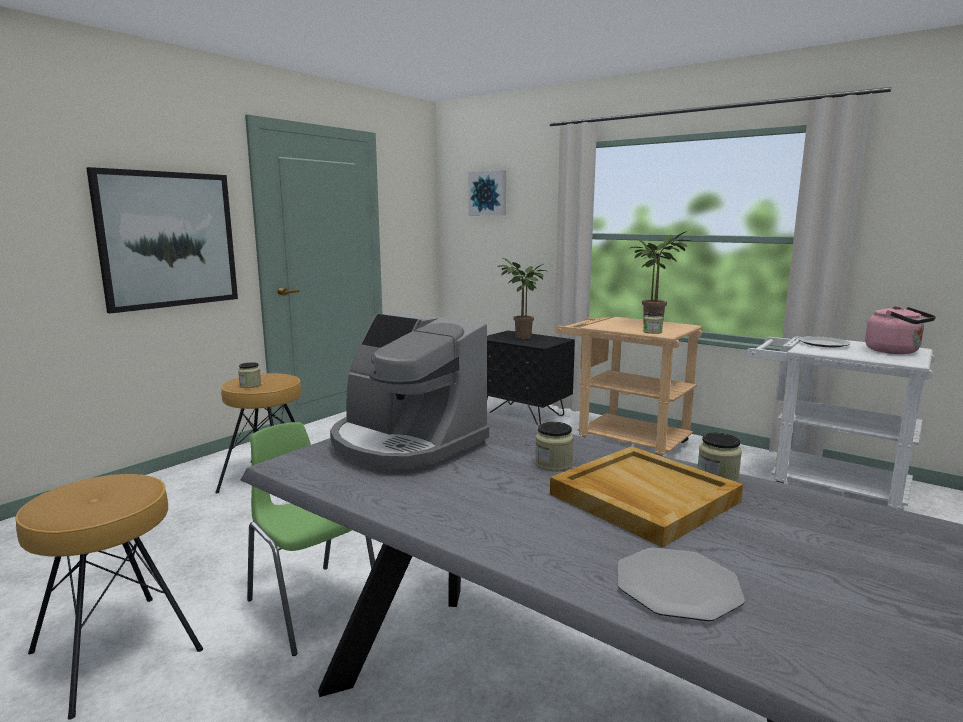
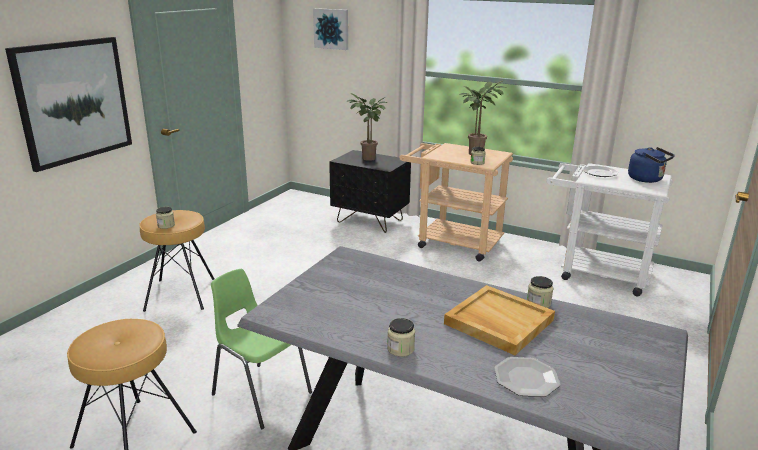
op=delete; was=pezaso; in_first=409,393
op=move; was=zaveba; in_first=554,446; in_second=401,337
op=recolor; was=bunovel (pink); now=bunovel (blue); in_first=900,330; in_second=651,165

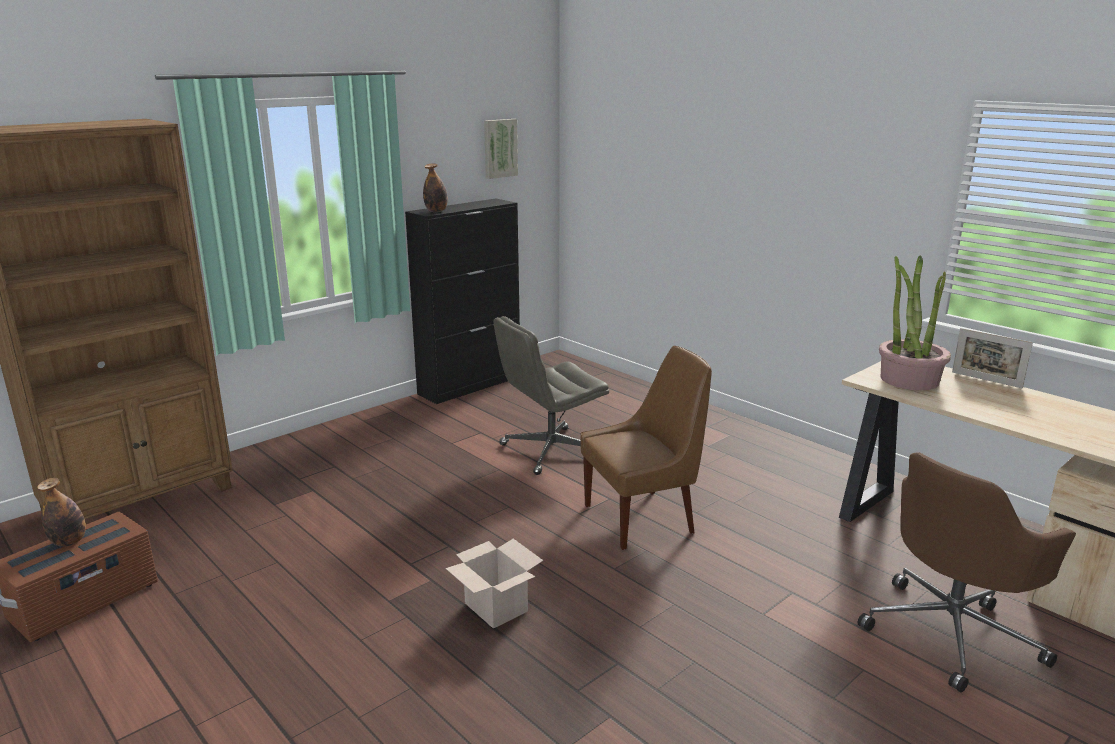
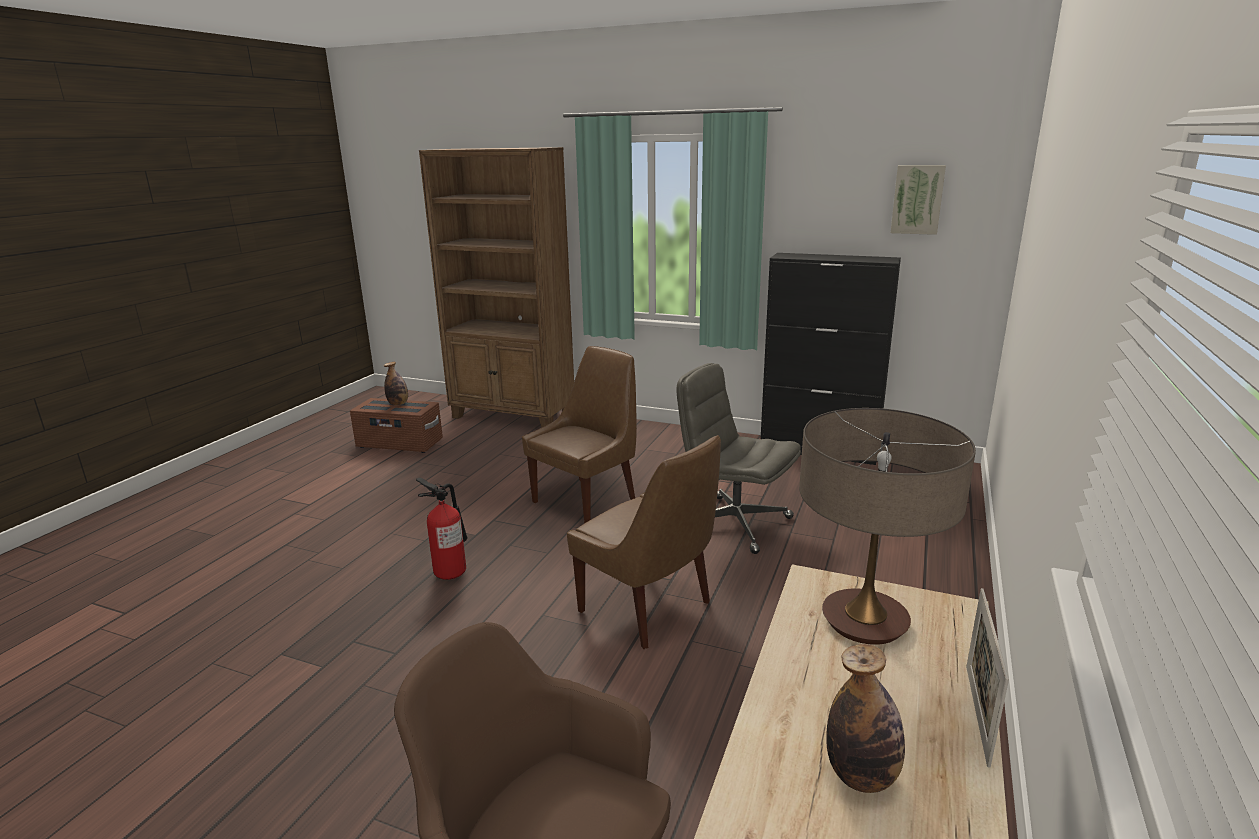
op=move; was=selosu; in_first=435,188; in_second=865,718
op=replace; was=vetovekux; now=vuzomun; in_first=494,584; in_second=442,529
op=replace; was=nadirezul; now=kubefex; in_first=915,322; in_second=887,526
op=insert; now=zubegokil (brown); in_second=579,435

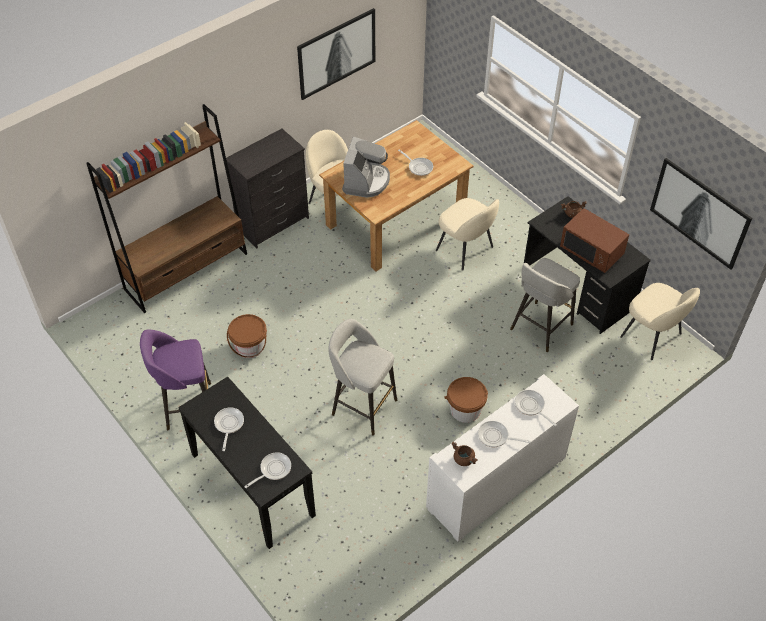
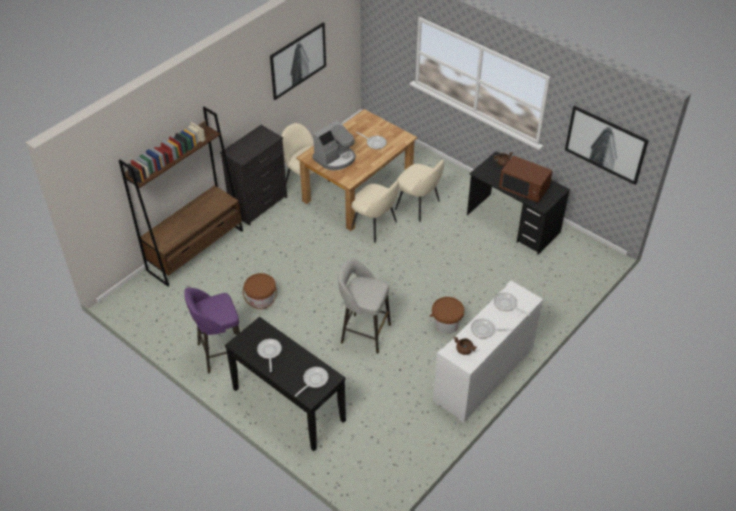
op=rotate; was=pezaso; in_first=366,167; in_second=334,145; clockwise=45
op=delete; was=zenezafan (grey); in_first=545,305
op=move; was=zubegokil (beige); in_first=660,321; in_second=375,211

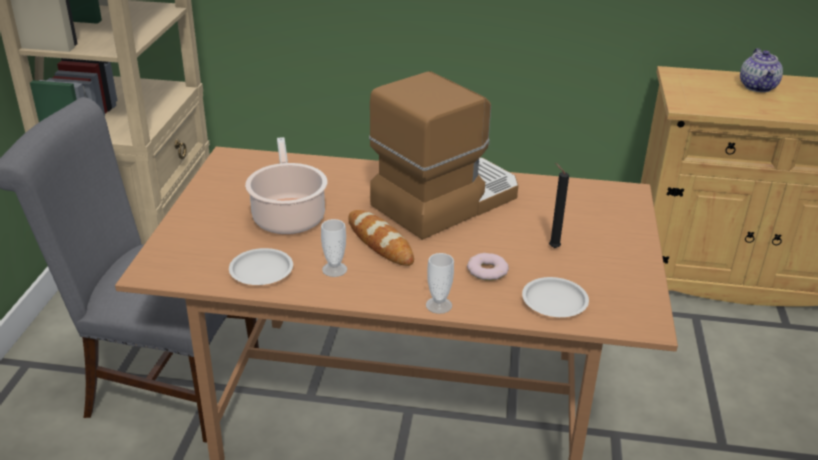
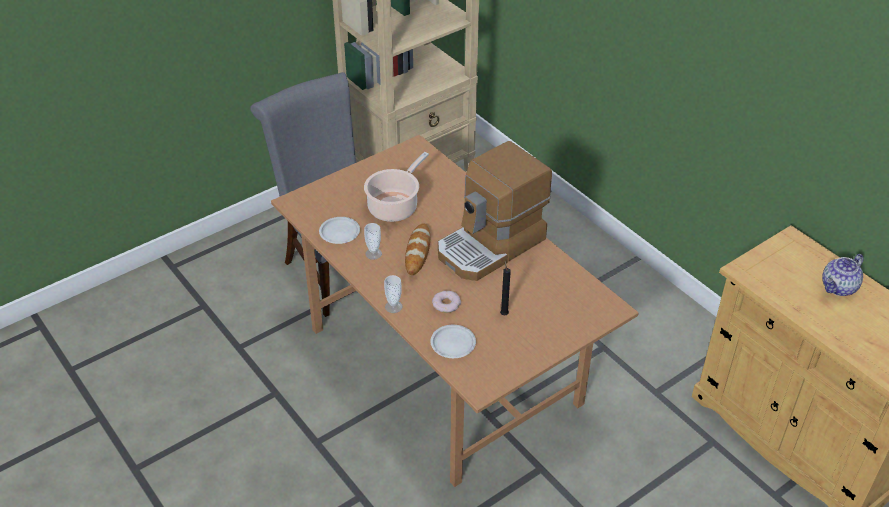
op=rotate; was=pezaso; in_first=443,155; in_second=495,211; clockwise=135

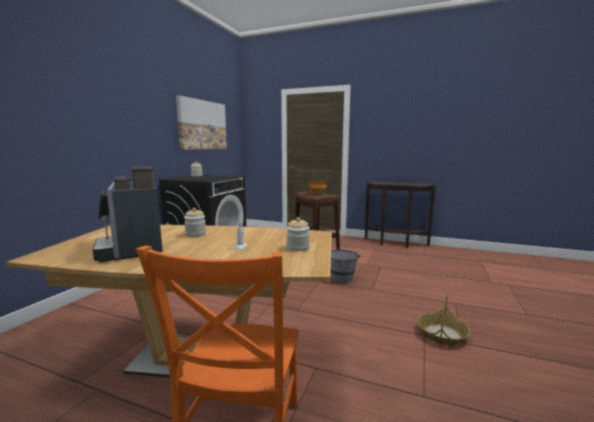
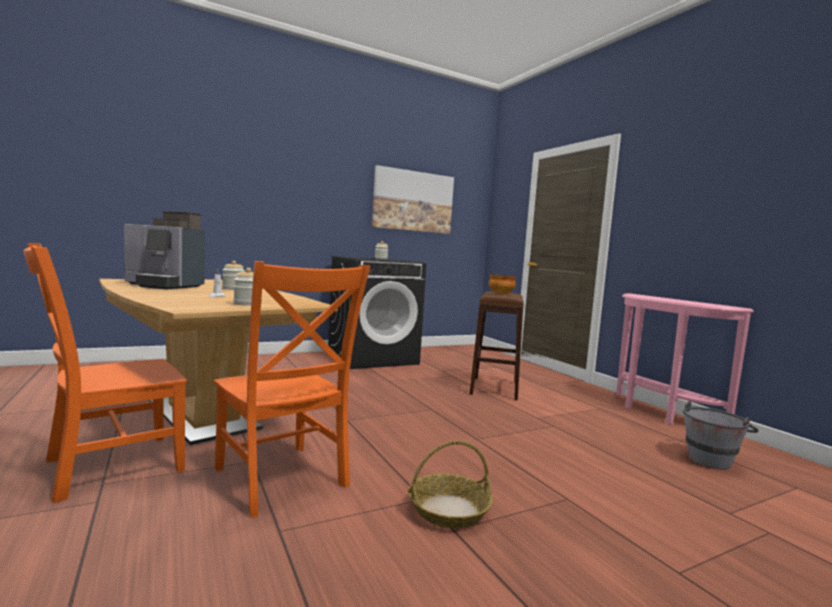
op=rotate; was=pezaso; in_first=127,214; in_second=164,250; clockwise=-90
op=move; was=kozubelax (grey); in_first=346,266; in_second=721,435
op=recolor; was=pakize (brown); now=pakize (pink); in_first=400,214; in_second=685,359
op=insert; now=zubegokil (orange); in_second=292,389

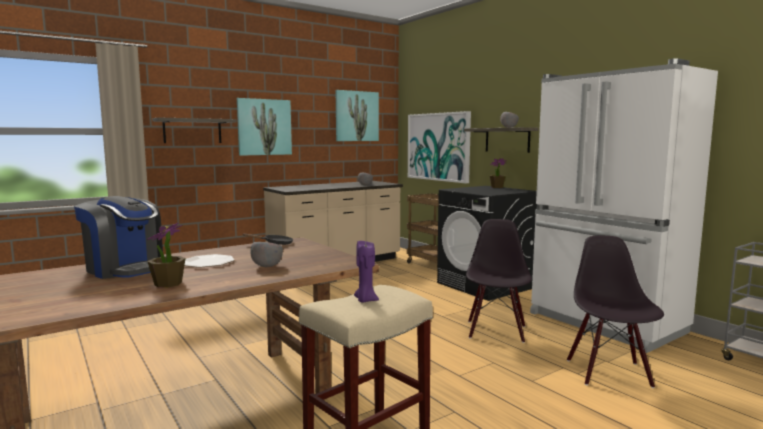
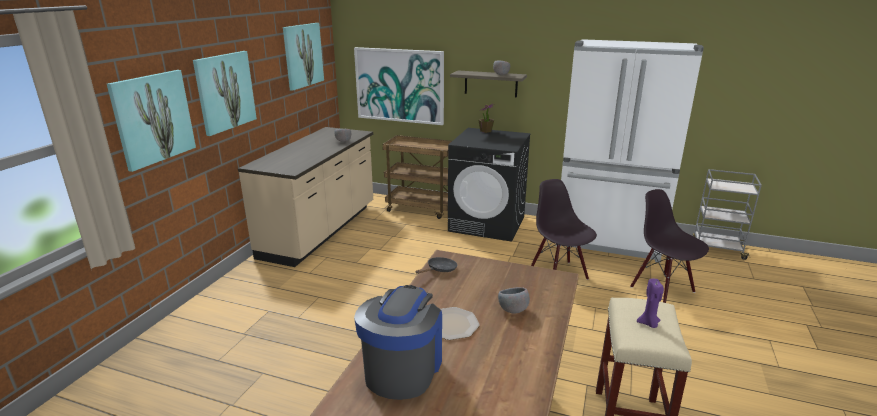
op=rotate; was=pezaso; in_first=118,237; in_second=398,342; clockwise=-75
op=delete; was=nadirezul; in_first=166,255
op=replace; was=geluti; now=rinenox; in_first=194,130; in_second=151,121

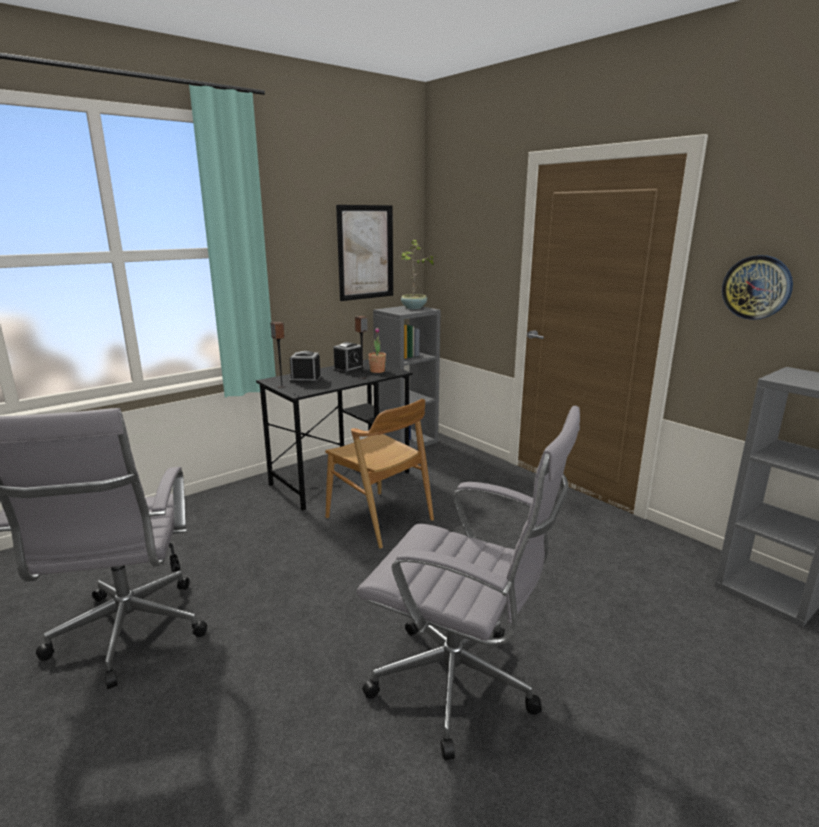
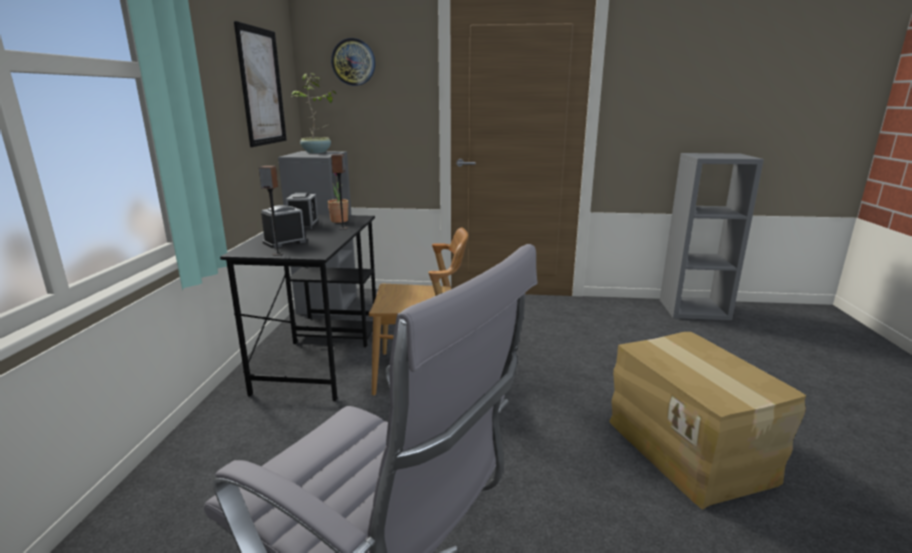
op=replace; was=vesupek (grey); now=vetovekux; in_first=468,583; in_second=707,421
op=move; was=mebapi; in_first=757,287; in_second=353,62

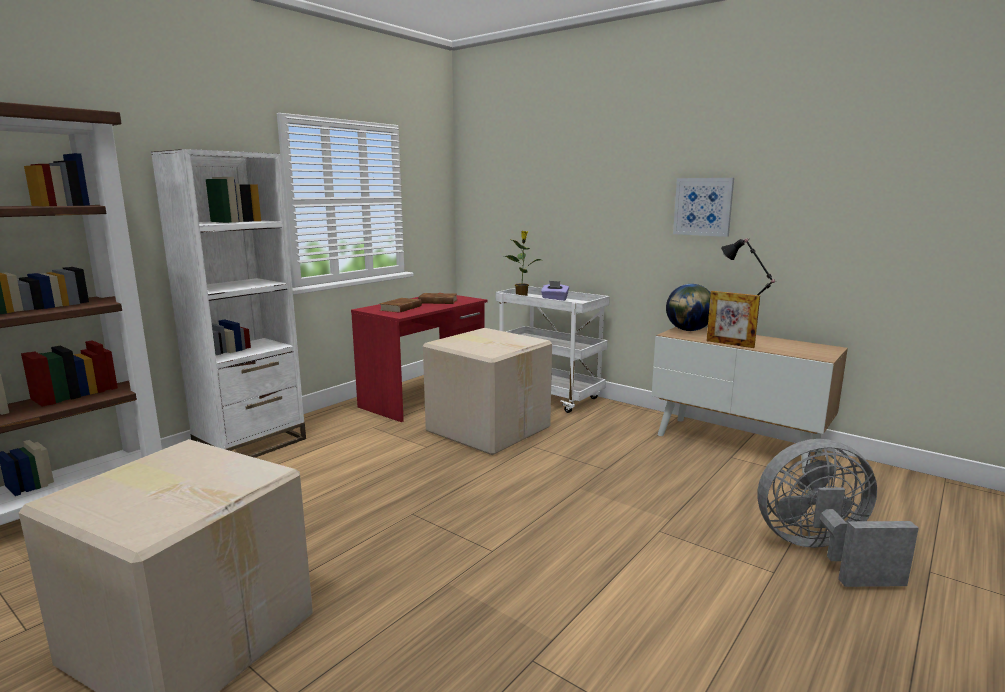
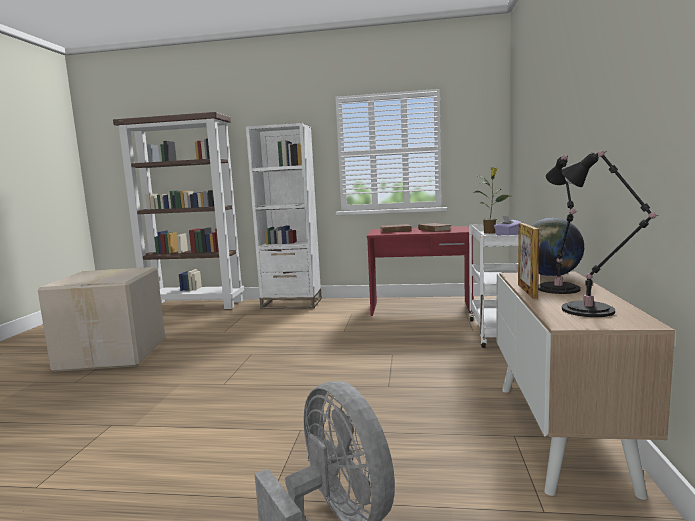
op=delete; was=vetovekux; in_first=487,391
op=delete; was=rinenox; in_first=703,207
op=insert; now=kubefex (black); in_second=610,234

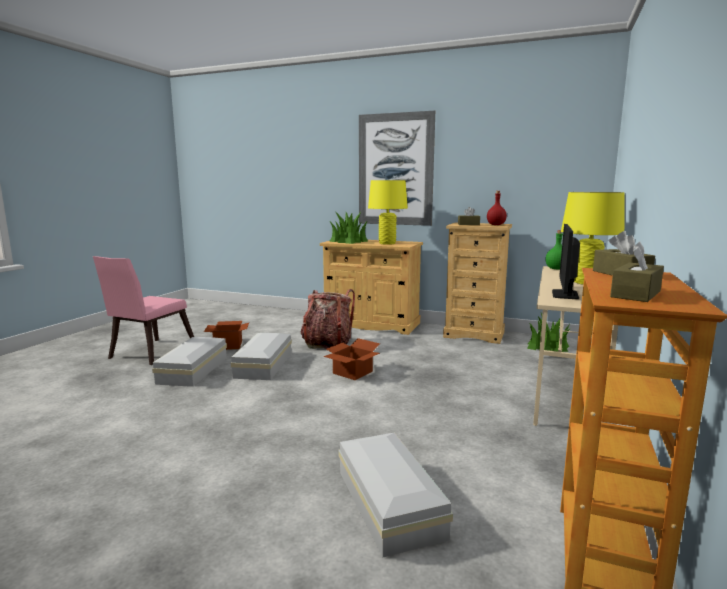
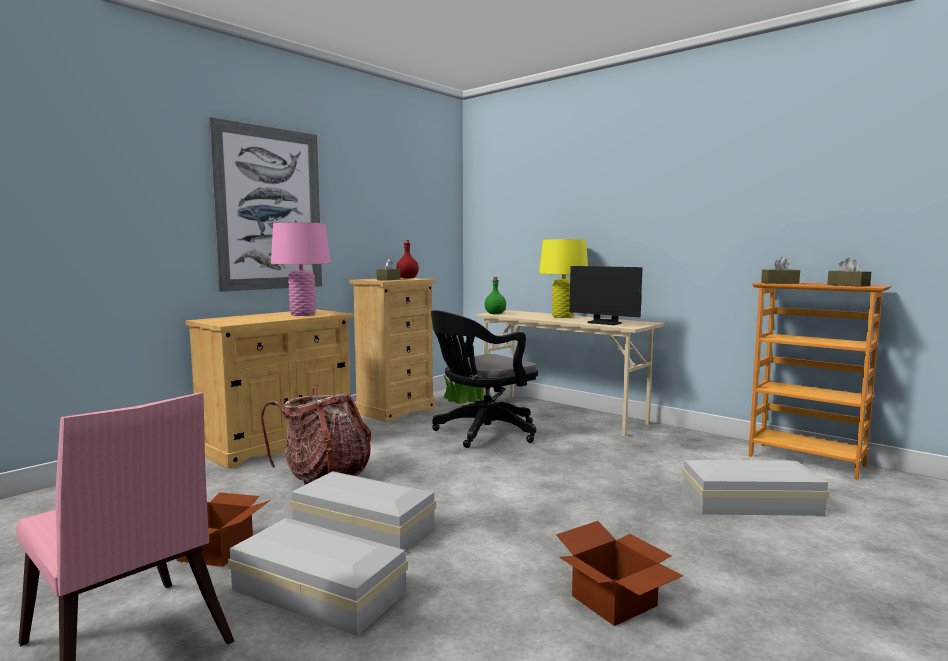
op=move; was=vetovekux; in_first=351,359; in_second=620,573
op=delete; was=nadirezul; in_first=348,228
op=recolor; was=kubefex (yellow); now=kubefex (pink); in_first=388,212; in_second=301,269
op=insert; now=vesupek (black); in_second=484,379

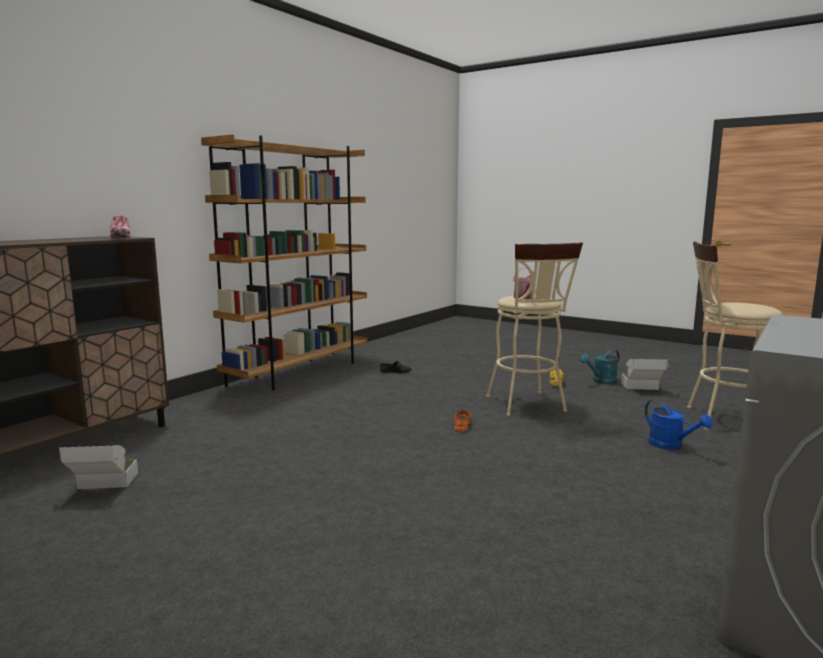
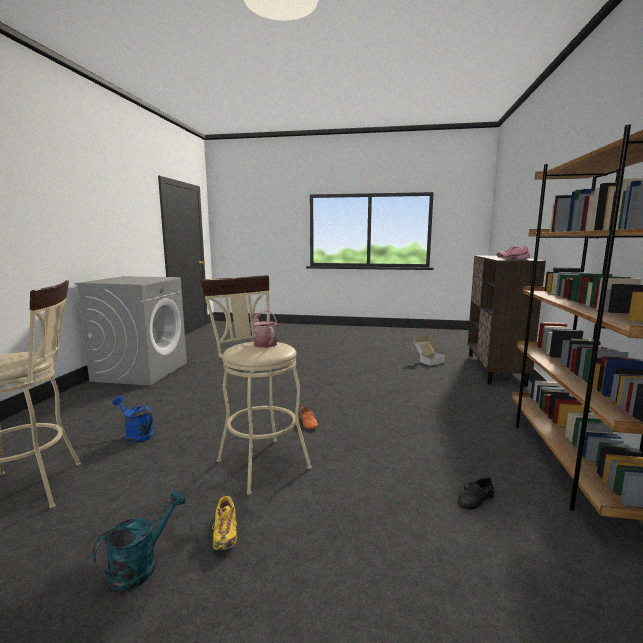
op=delete; was=vetovekux; in_first=644,374

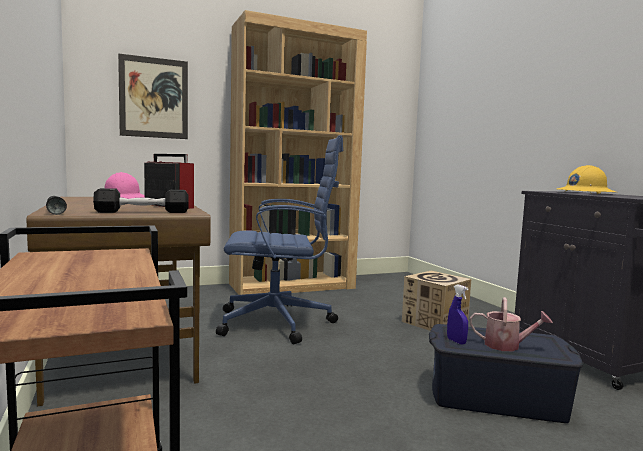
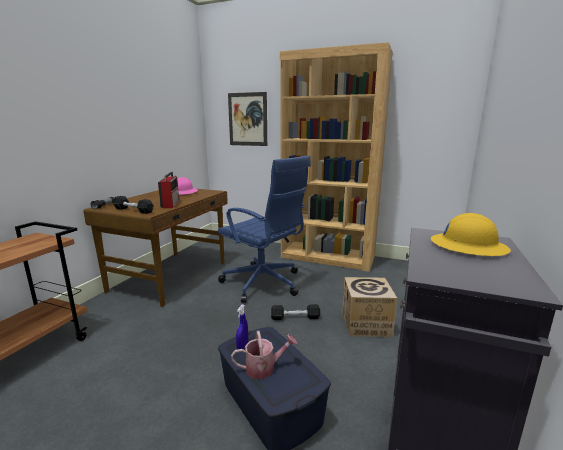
op=rotate; was=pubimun; in_first=511,324; in_second=264,355; clockwise=-75
op=insert; now=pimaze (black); in_second=295,312

